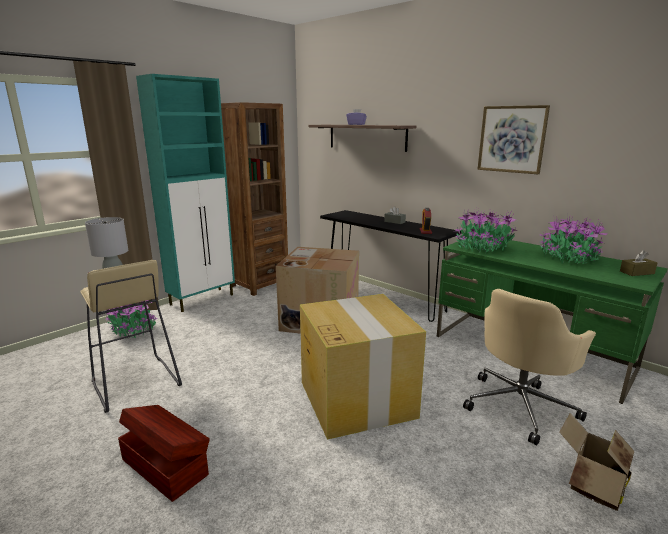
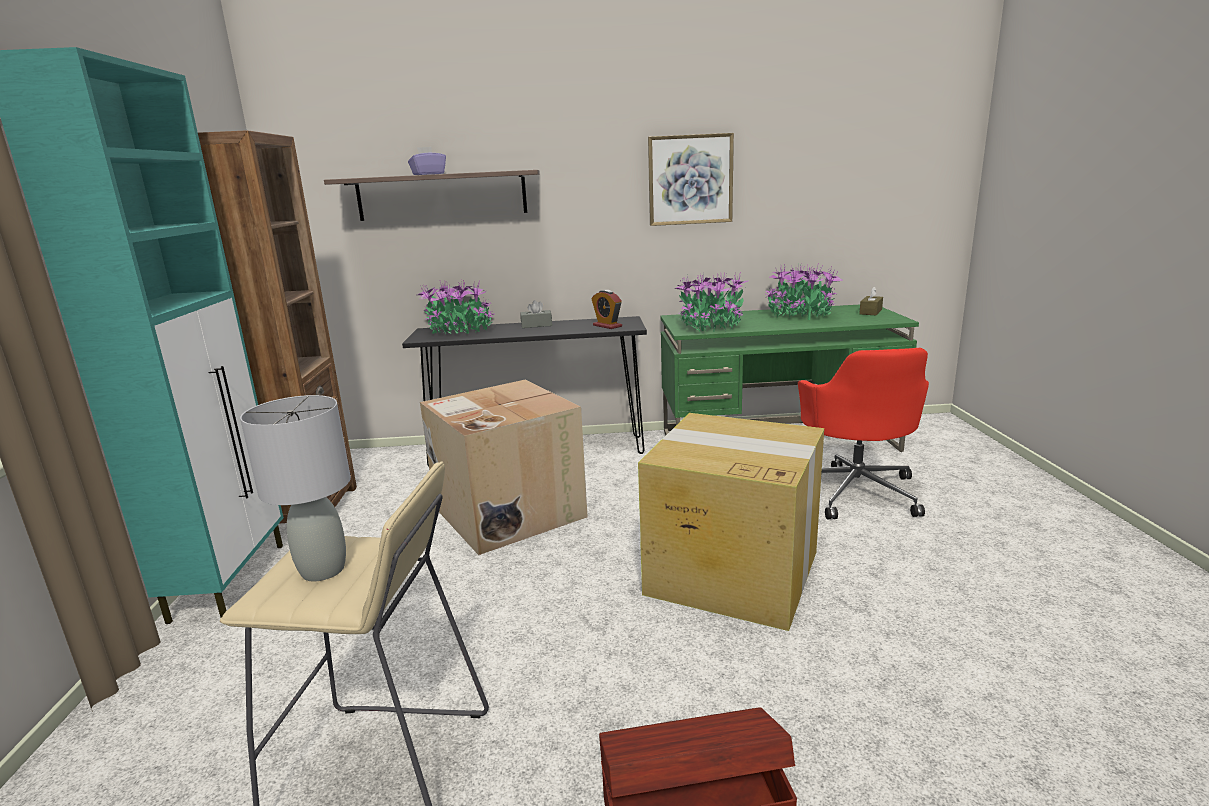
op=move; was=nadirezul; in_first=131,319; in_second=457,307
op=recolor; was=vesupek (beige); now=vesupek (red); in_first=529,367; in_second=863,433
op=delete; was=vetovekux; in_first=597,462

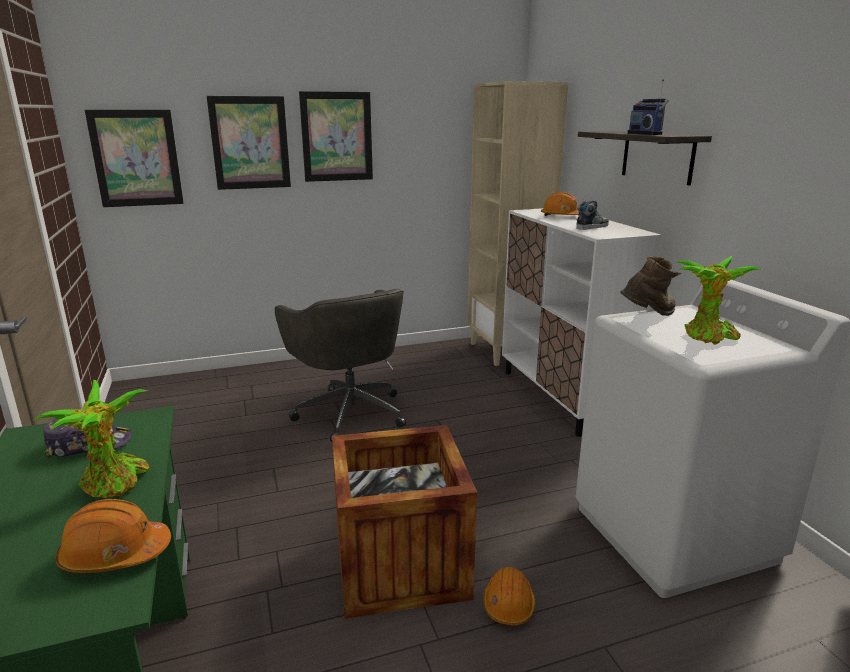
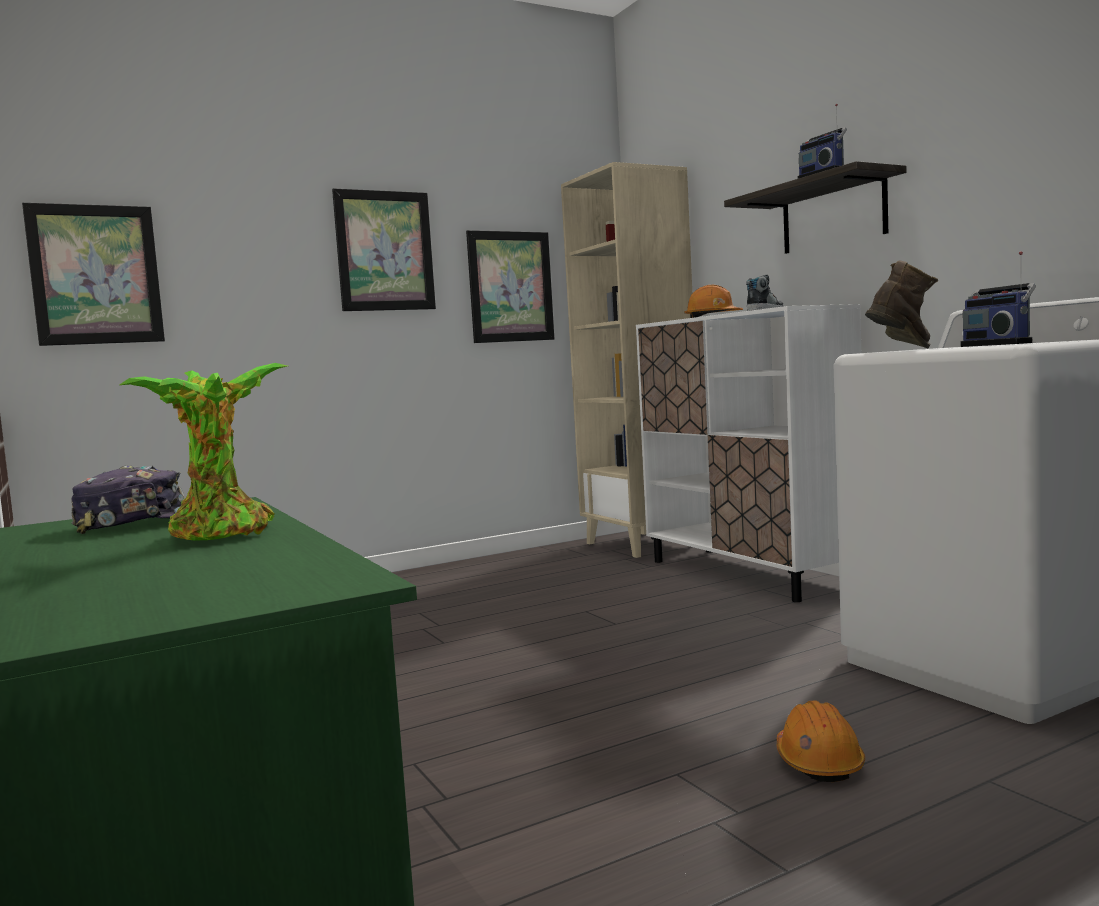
op=delete; was=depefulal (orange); in_first=113,536
op=move; was=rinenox; in_first=249,143; in_second=510,286
op=delete; was=vesupek (grey); in_first=340,365
op=delete; was=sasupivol; in_first=404,522
op=replace; was=nadirezul; now=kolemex; in_first=718,300; in_second=998,299

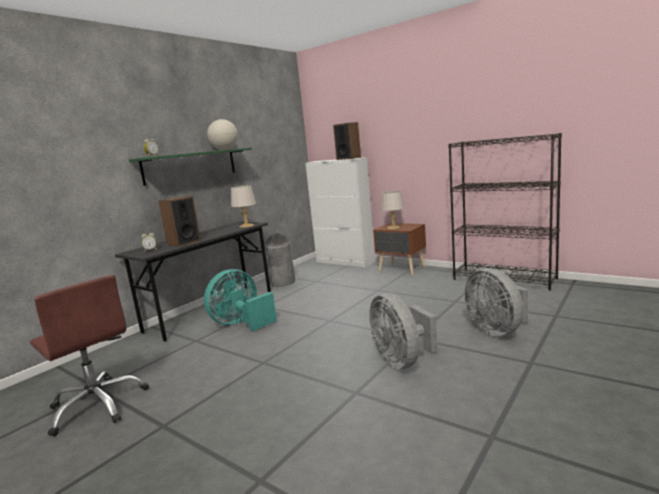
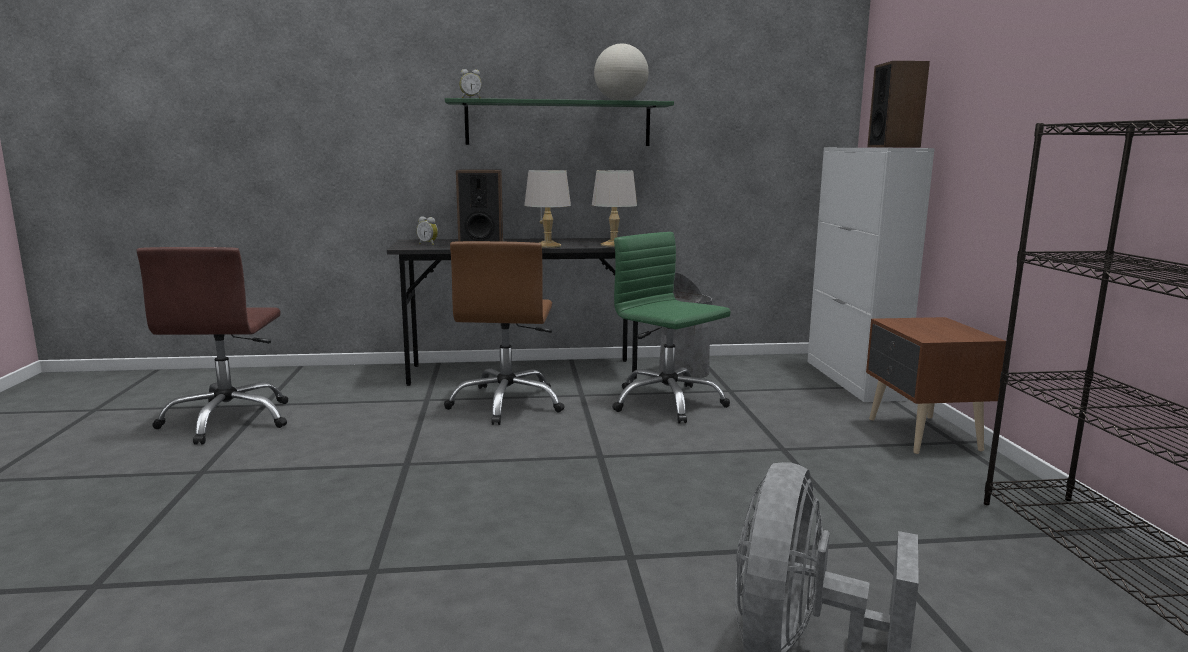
op=replace; was=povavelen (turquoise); now=vesupek (brown); in_first=240,300; in_second=504,333
op=delete; was=povavelen (grey); in_first=403,331
op=move; was=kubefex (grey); in_first=392,210; in_second=547,209
op=insert; now=vesupek (green); in_second=671,328

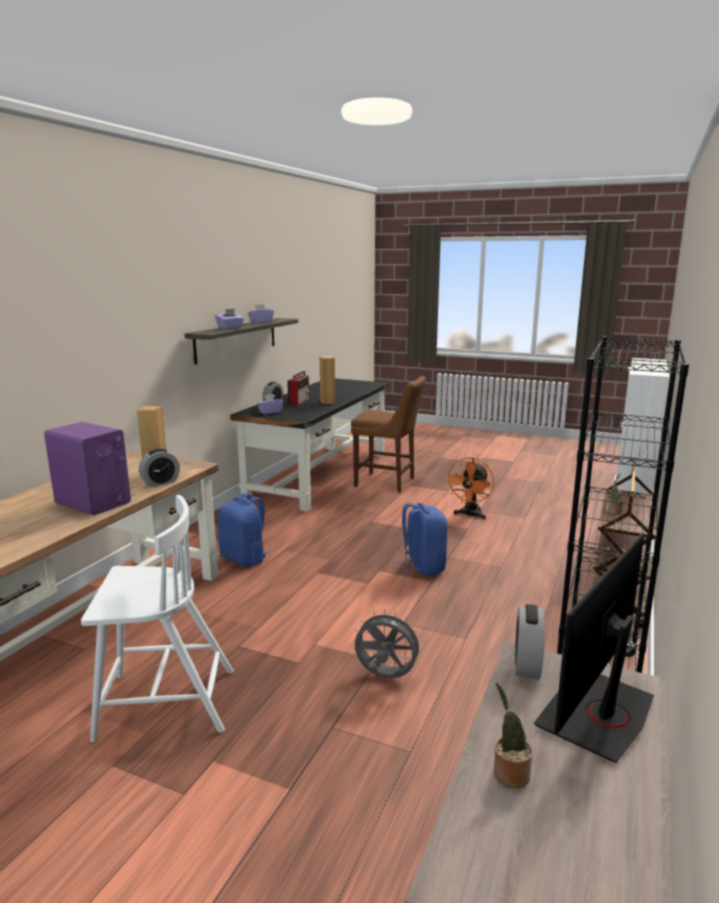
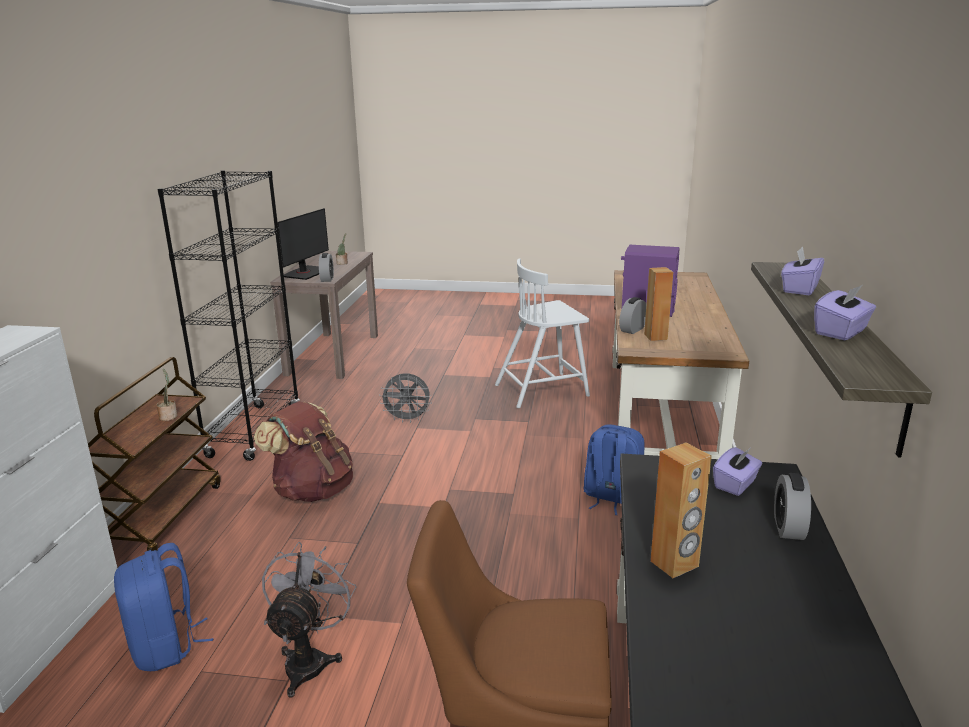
op=delete; was=kolemex; in_first=298,388
op=move; was=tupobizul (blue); in_first=420,539; in_second=163,607
op=recolor; was=povavelen (orange); now=povavelen (grey); in_first=470,488; in_second=309,620
op=insert; now=tupobizul (brown); in_second=303,451

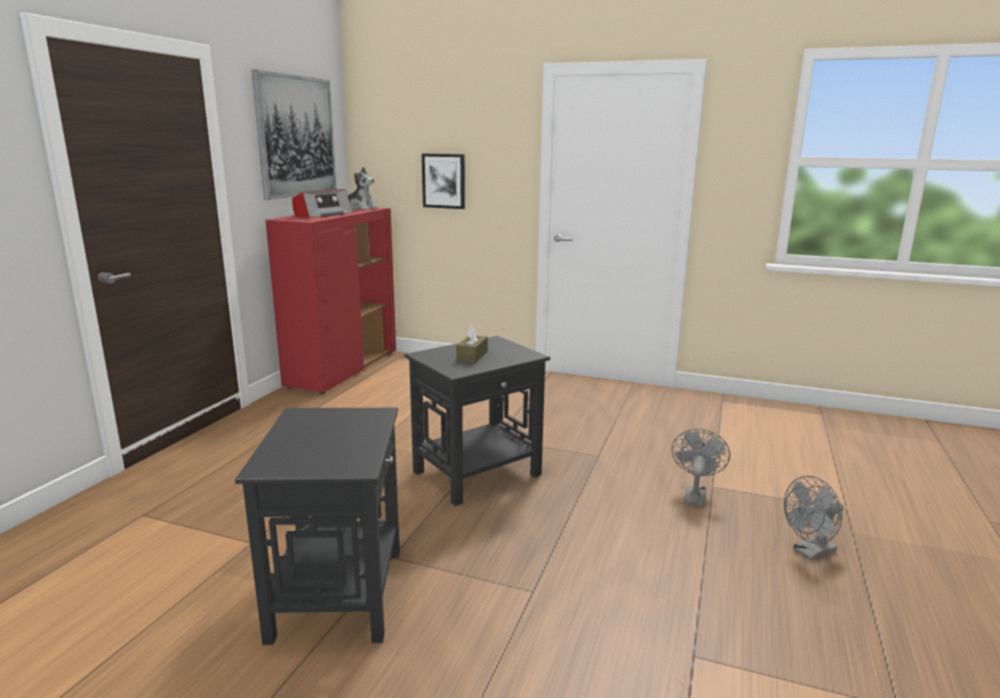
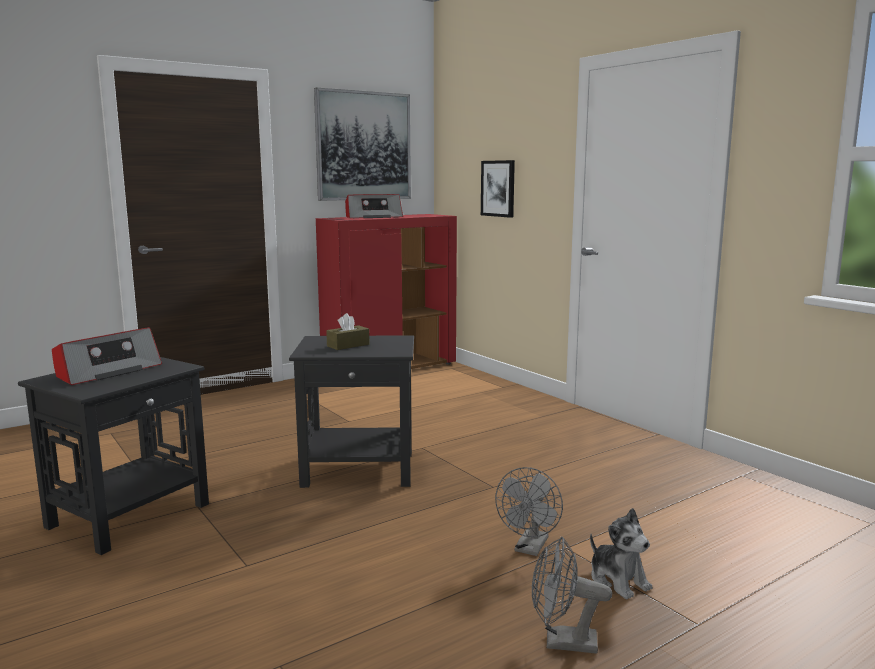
op=move; was=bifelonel; in_first=363,188; in_second=621,553
op=rotate; was=povavelen (grey); in_first=701,468; in_second=529,511; clockwise=150
op=insert; now=kolemex; in_second=107,356

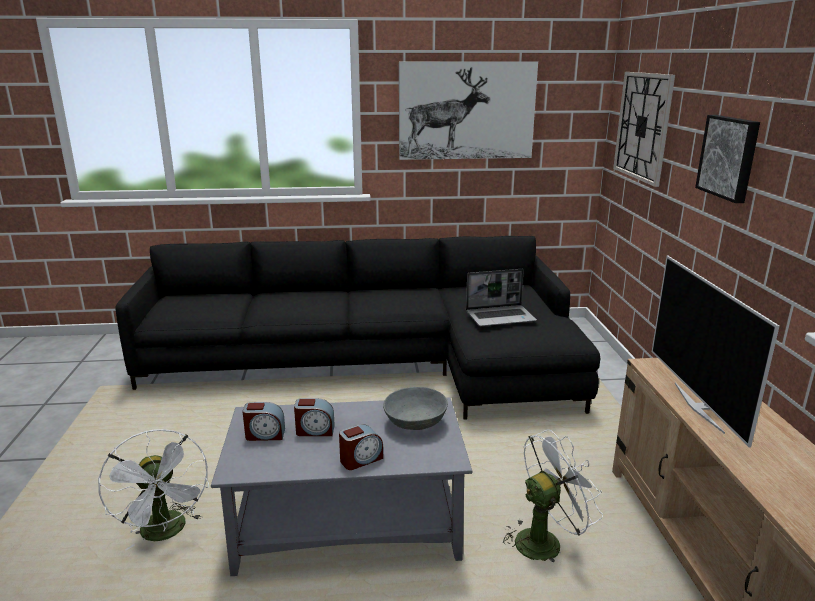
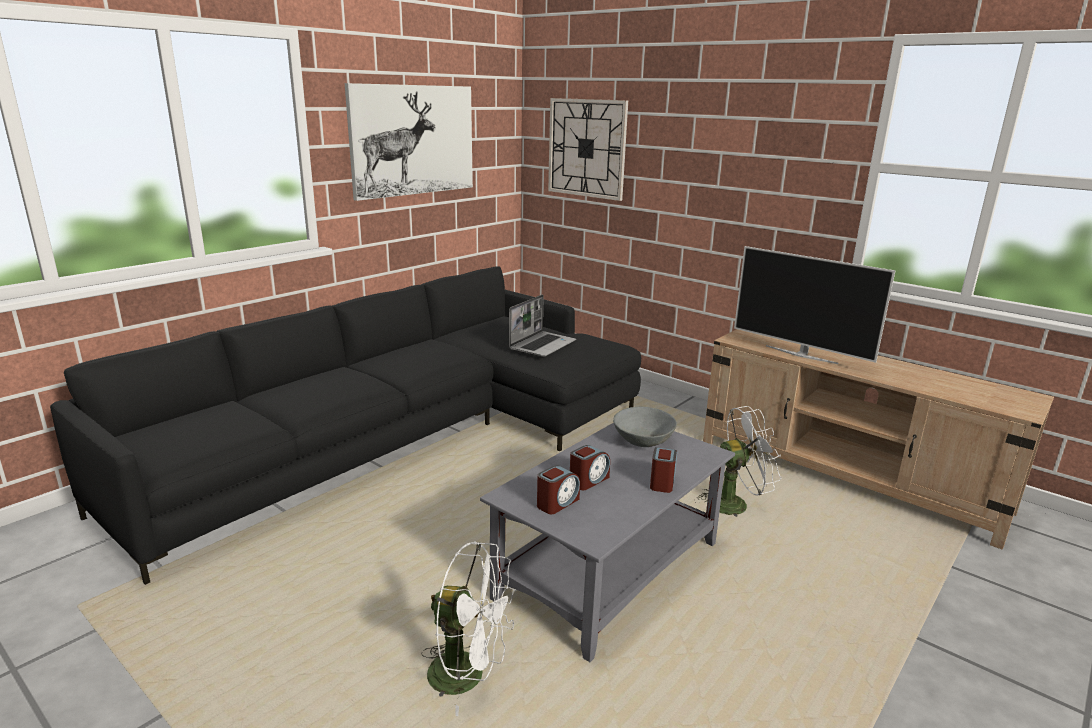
op=rotate; was=povavelen (white); in_first=553,495; in_second=738,461; clockwise=60
op=delete; was=rinenox; in_first=727,159

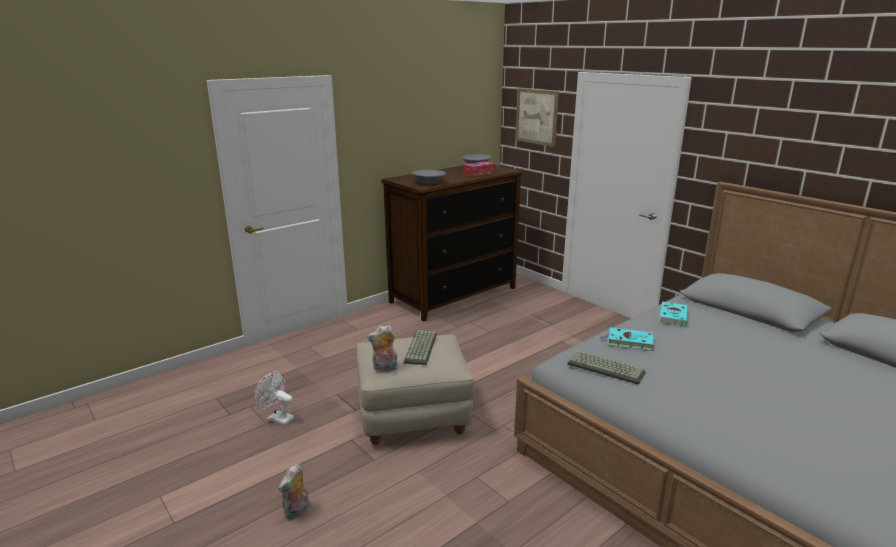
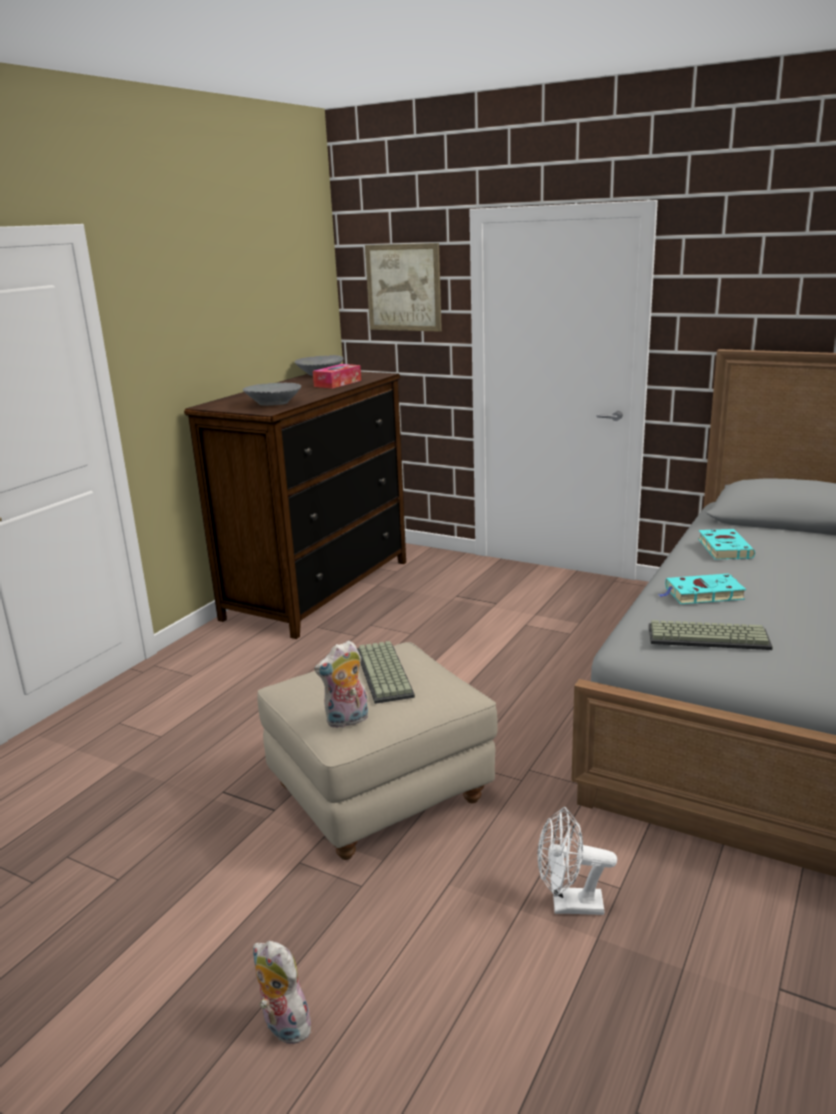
op=move; was=povavelen (white); in_first=274,398; in_second=577,861
op=rotate; was=bifelonel; in_first=294,492; in_second=282,992; clockwise=120

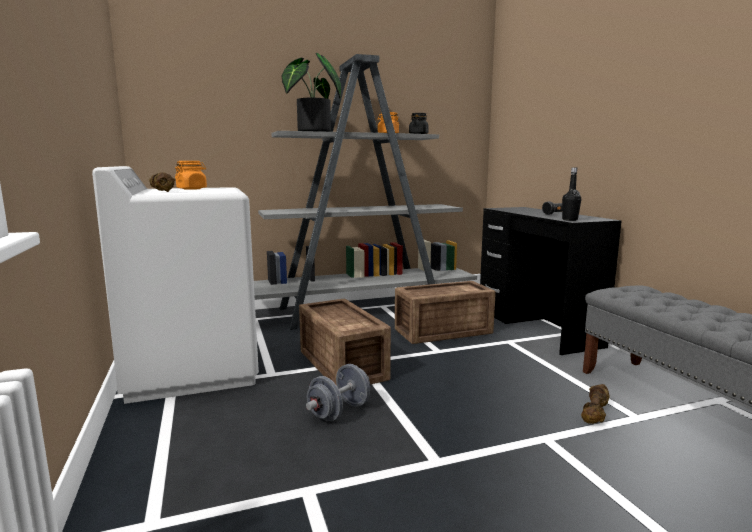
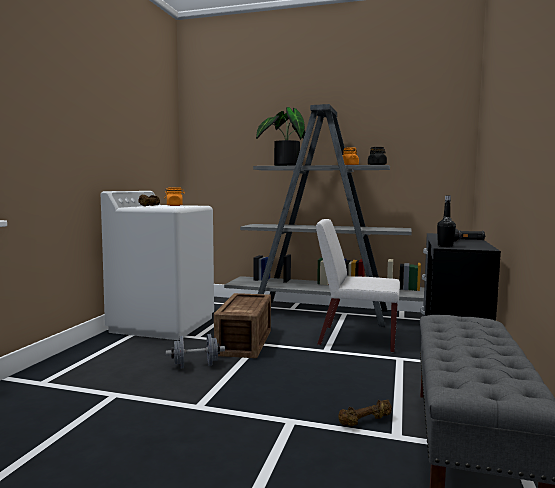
op=replace; was=sasupivol; now=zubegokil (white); in_first=445,312; in_second=358,286

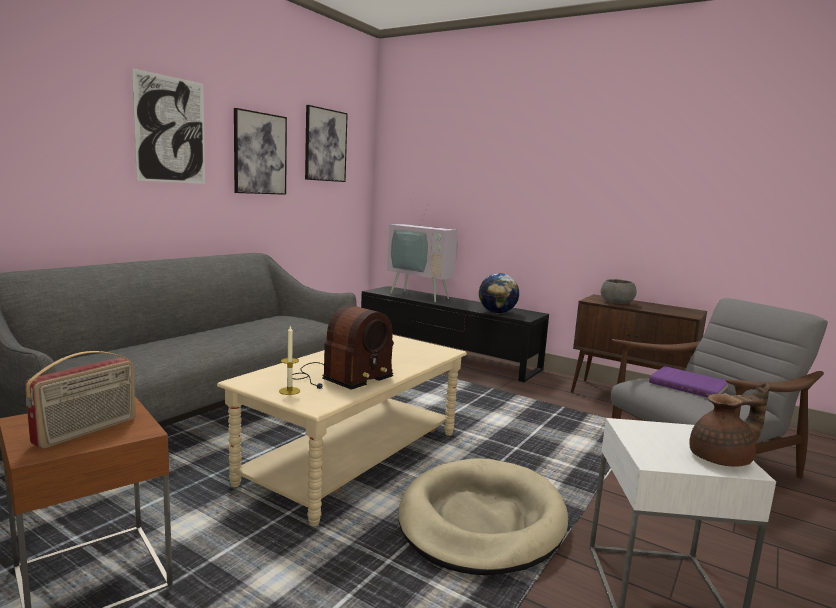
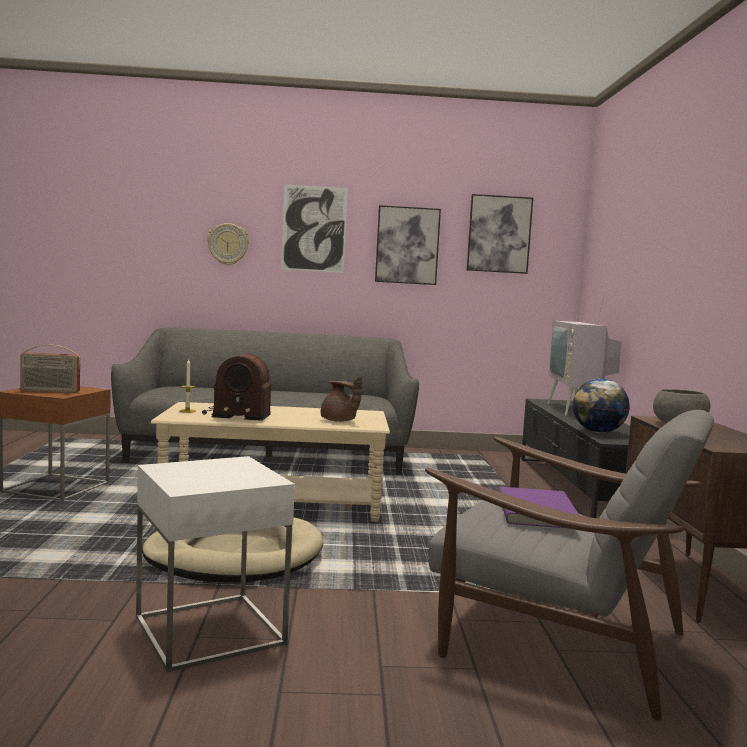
op=move; was=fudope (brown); in_first=729,424; in_second=341,399
op=insert; now=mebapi; in_second=228,244

